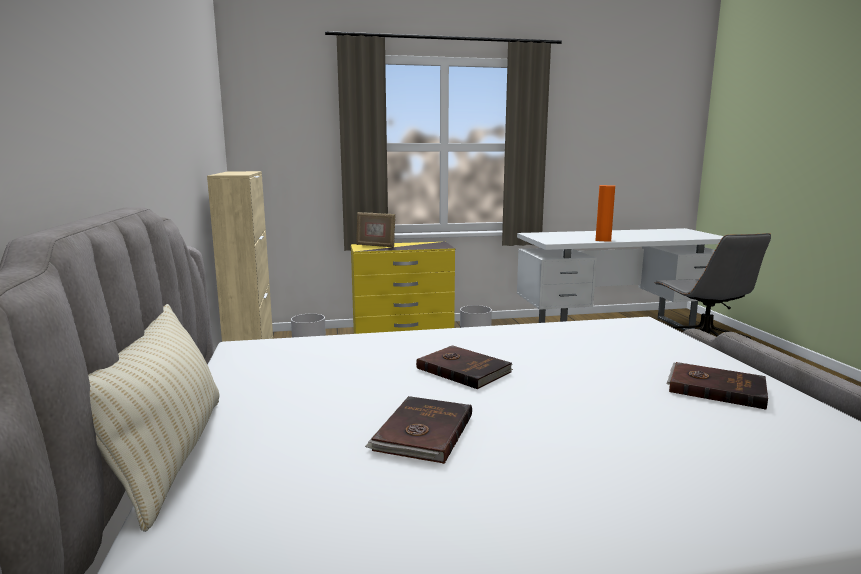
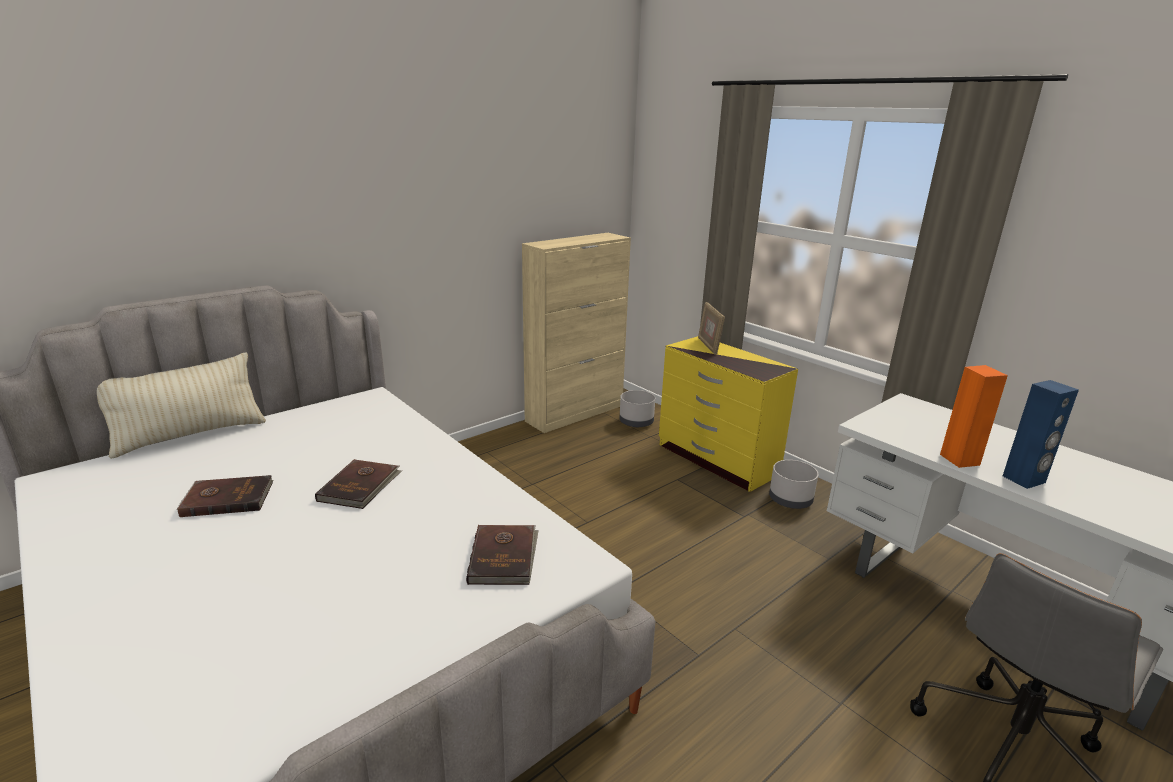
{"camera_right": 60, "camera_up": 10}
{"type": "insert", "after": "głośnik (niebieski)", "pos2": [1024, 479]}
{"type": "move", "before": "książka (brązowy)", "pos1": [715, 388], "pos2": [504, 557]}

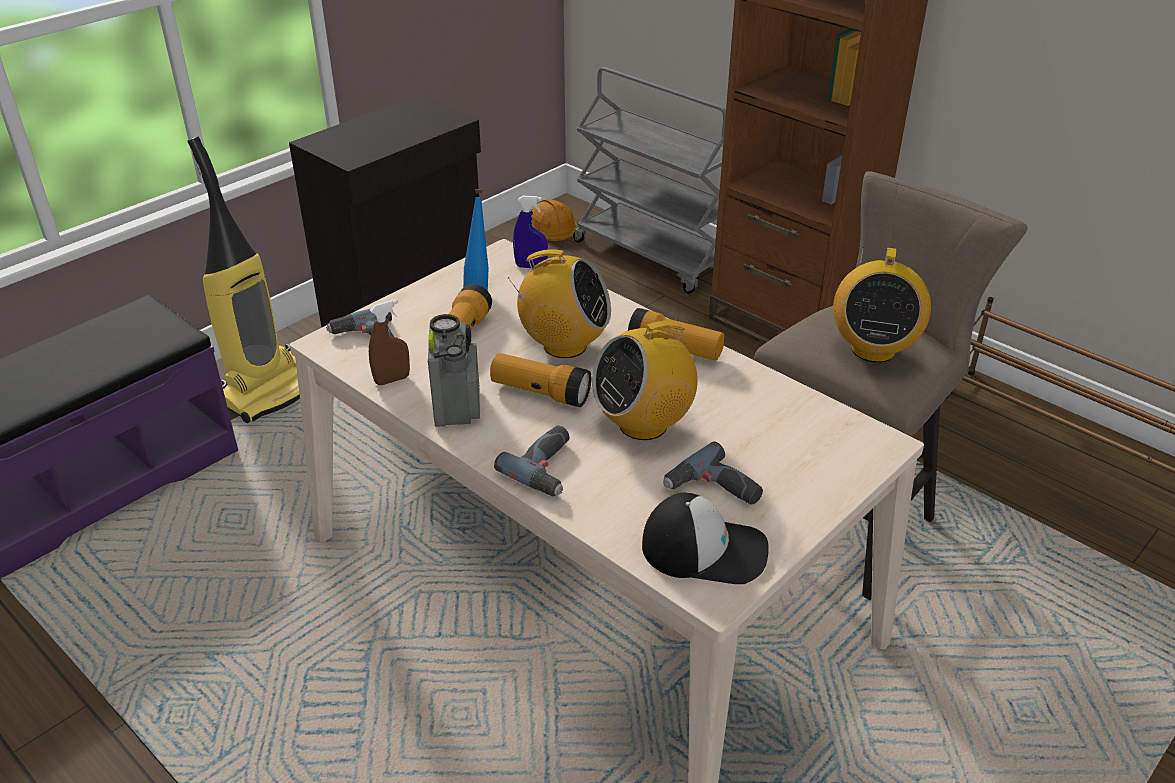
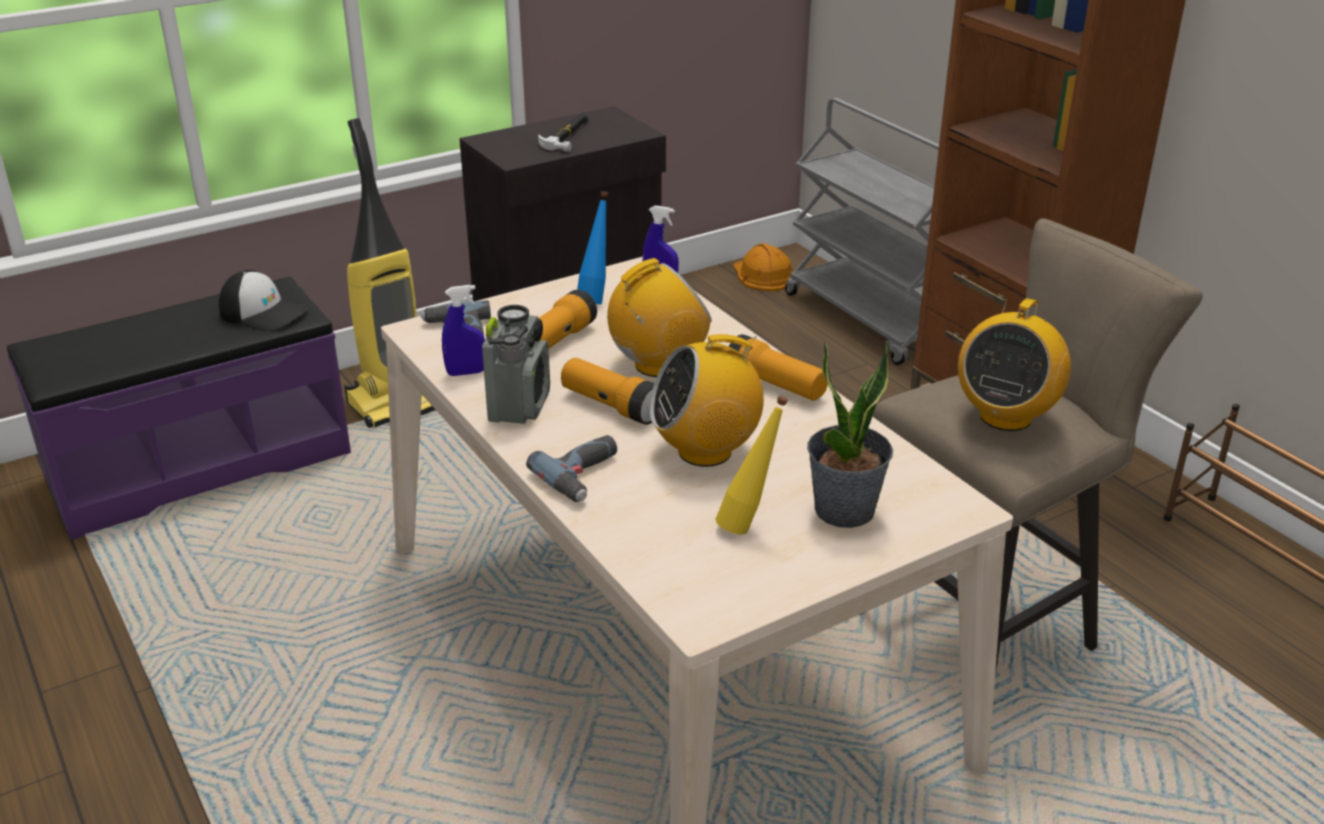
{"camera_right": 15, "camera_up": -5}
{"type": "insert", "after": "młotek", "pos2": [568, 135]}
{"type": "insert", "after": "roślina doniczkowa", "pos2": [845, 510]}
{"type": "move", "before": "czapka z daszkiem", "pos1": [705, 549], "pos2": [263, 313]}
{"type": "replace", "before": "wiertarka", "after": "butelka (żółty)", "pos1": [713, 490], "pos2": [749, 524]}
{"type": "recolor", "before": "spryskiwacz (brązowy)", "after": "spryskiwacz (niebieski)", "pos1": [392, 380], "pos2": [466, 373]}
{"type": "rotate", "before": "radio", "pos1": [564, 345], "pos2": [658, 365], "turn": -60}

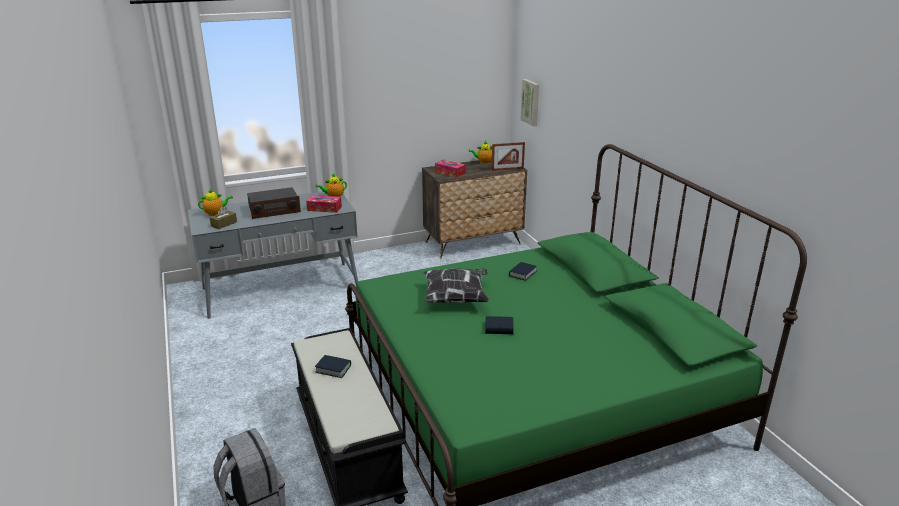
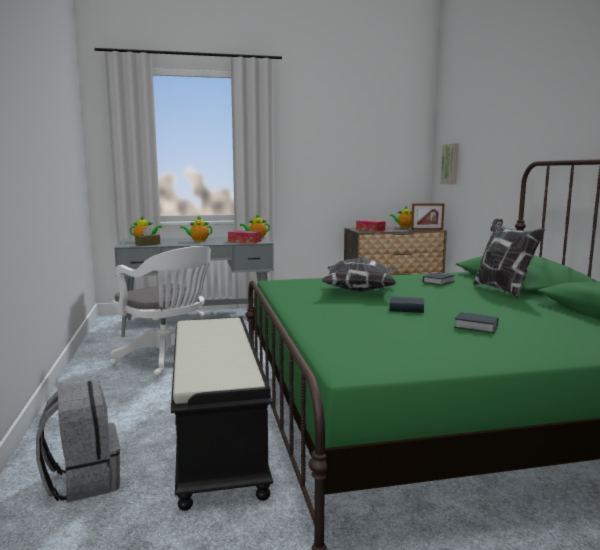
{"camera_right": 10, "camera_up": -15}
{"type": "insert", "after": "krzesło biurowe (biały)", "pos2": [168, 359]}
{"type": "insert", "after": "poduszka", "pos2": [502, 290]}
{"type": "move", "before": "książka", "pos1": [333, 369], "pos2": [475, 327]}
{"type": "replace", "before": "radio", "after": "imbryk", "pos1": [274, 210], "pos2": [198, 241]}

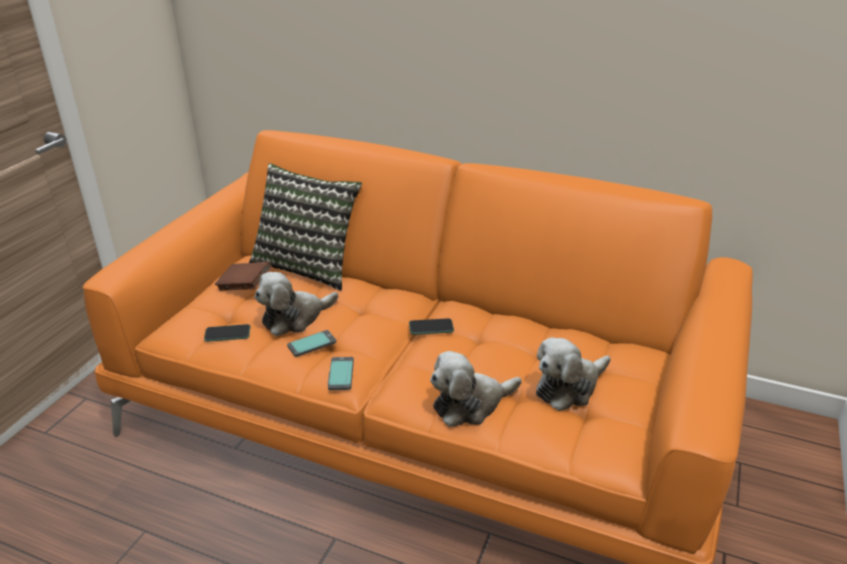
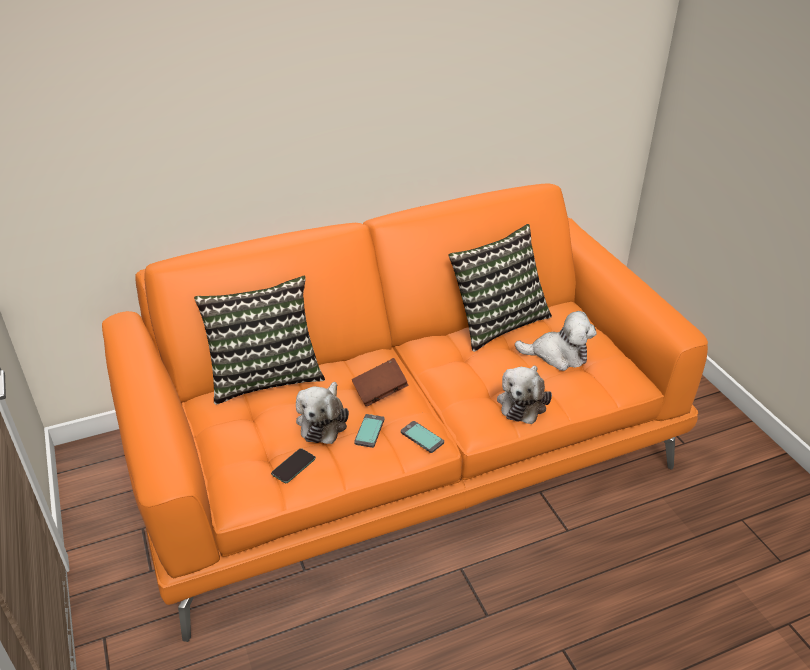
{"camera_right": -45, "camera_up": 5}
{"type": "delete", "before": "telefon", "pos1": [431, 327]}
{"type": "insert", "after": "poduszka", "pos2": [497, 322]}
{"type": "move", "before": "książka (brązowy)", "pos1": [245, 287], "pos2": [380, 392]}
{"type": "rotate", "before": "pluszak", "pos1": [569, 387], "pos2": [557, 355], "turn": -90}

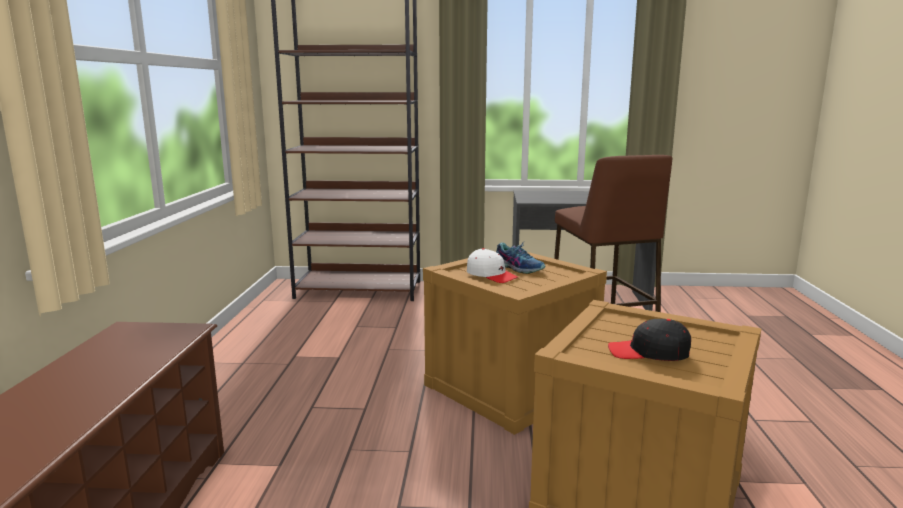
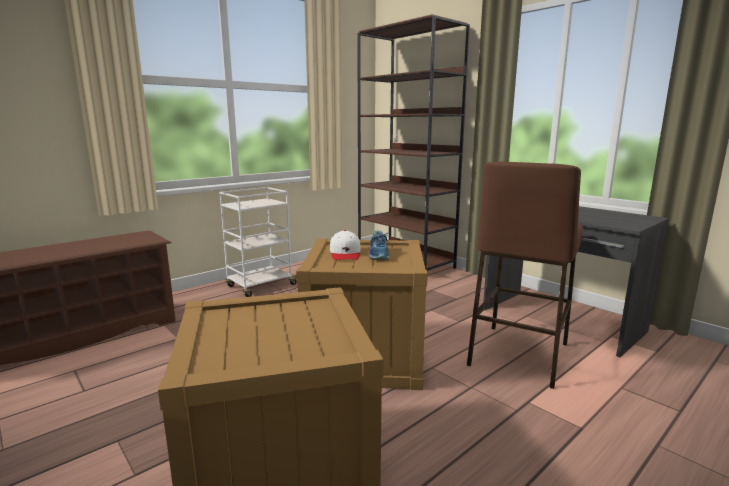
{"camera_right": 45, "camera_up": 0}
{"type": "delete", "before": "czapka z daszkiem (czarny)", "pos1": [649, 352]}
{"type": "insert", "after": "wózek (biały)", "pos2": [260, 286]}

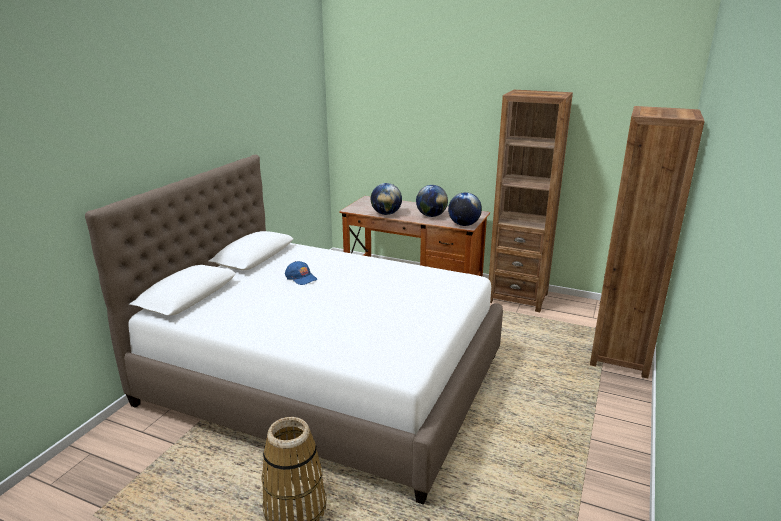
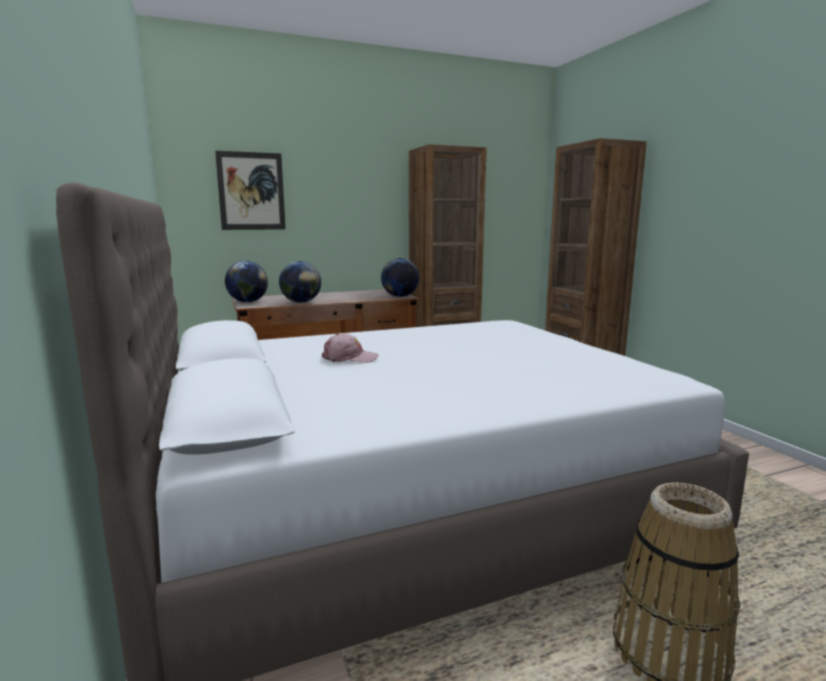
{"camera_right": -45, "camera_up": -10}
{"type": "insert", "after": "obraz", "pos2": [251, 191]}
{"type": "move", "before": "globus", "pos1": [431, 216], "pos2": [248, 302]}
{"type": "recolor", "before": "czapka z daszkiem (niebieski)", "after": "czapka z daszkiem (różowy)", "pos1": [301, 278], "pos2": [349, 358]}

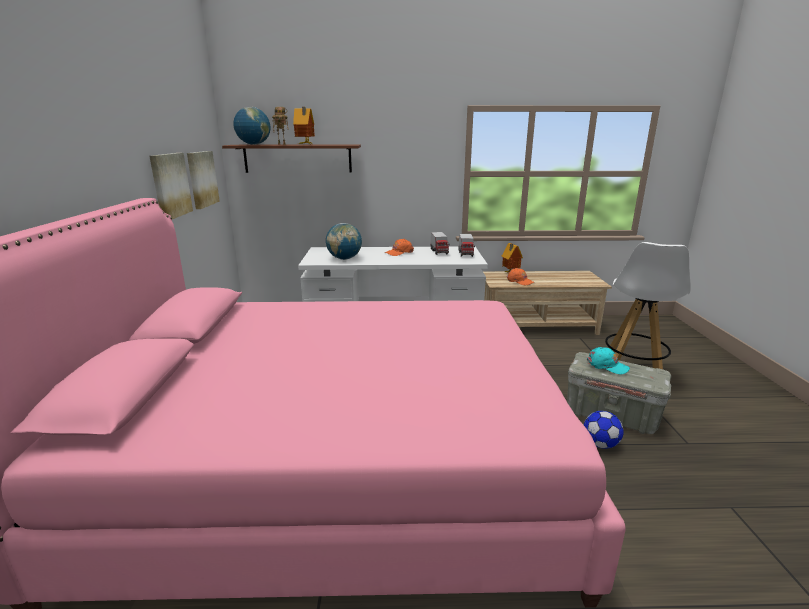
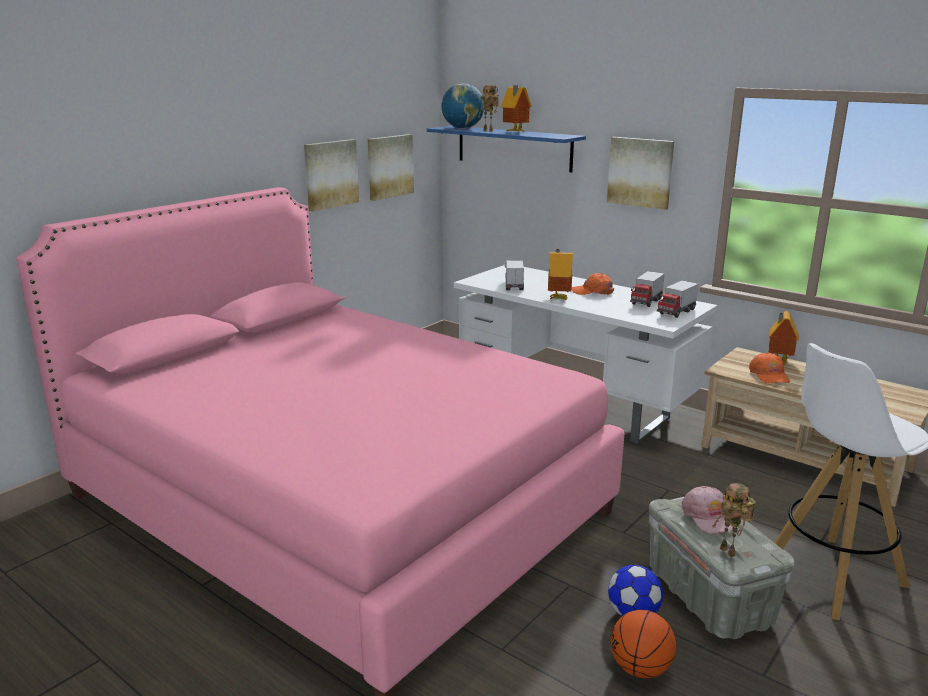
{"camera_right": 40, "camera_up": 0}
{"type": "insert", "after": "domek", "pos2": [558, 298]}
{"type": "insert", "after": "obraz", "pos2": [640, 172]}
{"type": "insert", "after": "piłka do koszykówki", "pos2": [640, 669]}
{"type": "insert", "after": "robot zabawkowy", "pos2": [729, 552]}
{"type": "replace", "before": "globus", "after": "ciężarówka zabawkowa", "pos1": [344, 259], "pos2": [514, 285]}
{"type": "recolor", "before": "półka (brązowy)", "after": "półka (niebieski)", "pos1": [297, 158], "pos2": [513, 148]}
{"type": "recolor", "before": "czapka z daszkiem (turkusowy)", "after": "czapka z daszkiem (różowy)", "pos1": [607, 365], "pos2": [708, 517]}

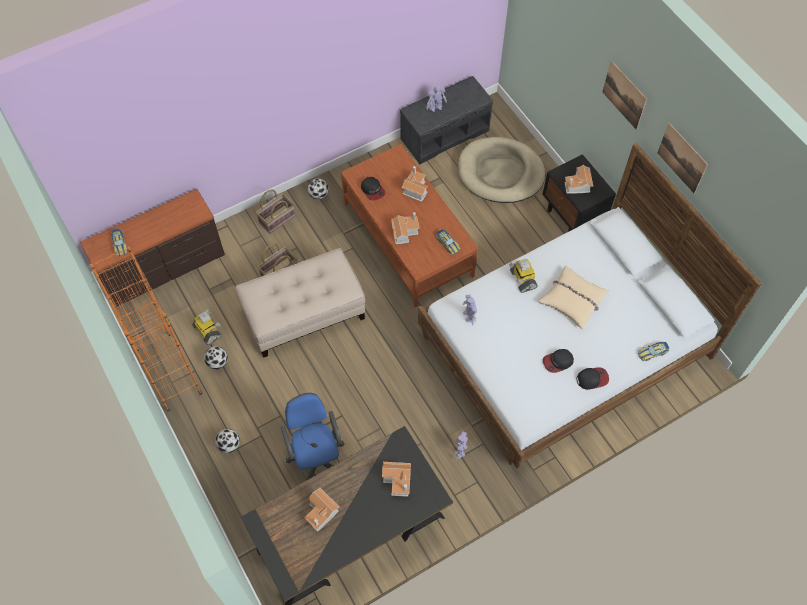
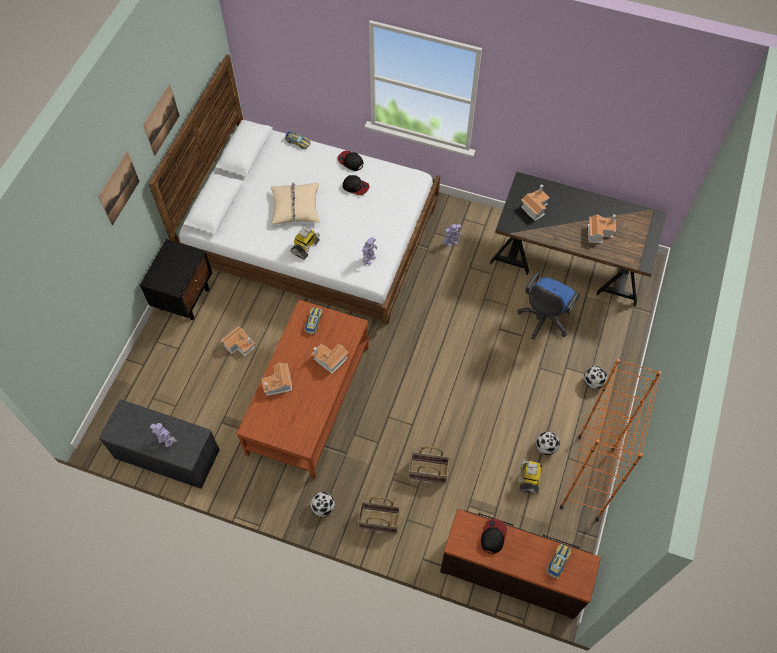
{"camera_right": -130, "camera_up": 0}
{"type": "delete", "before": "pufa (beżowy)", "pos1": [304, 313]}
{"type": "delete", "before": "legowisko (beżowy)", "pos1": [500, 173]}
{"type": "move", "before": "czapka z daszkiem", "pos1": [373, 190], "pos2": [493, 536]}
{"type": "move", "before": "domek", "pos1": [578, 186], "pos2": [240, 345]}

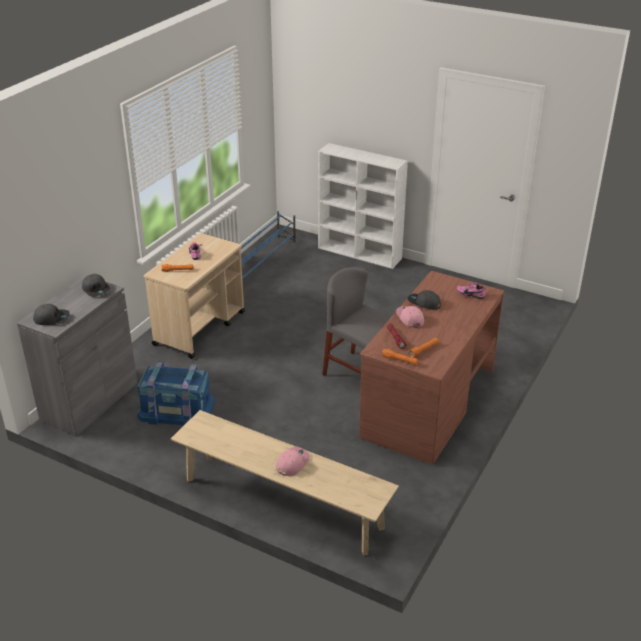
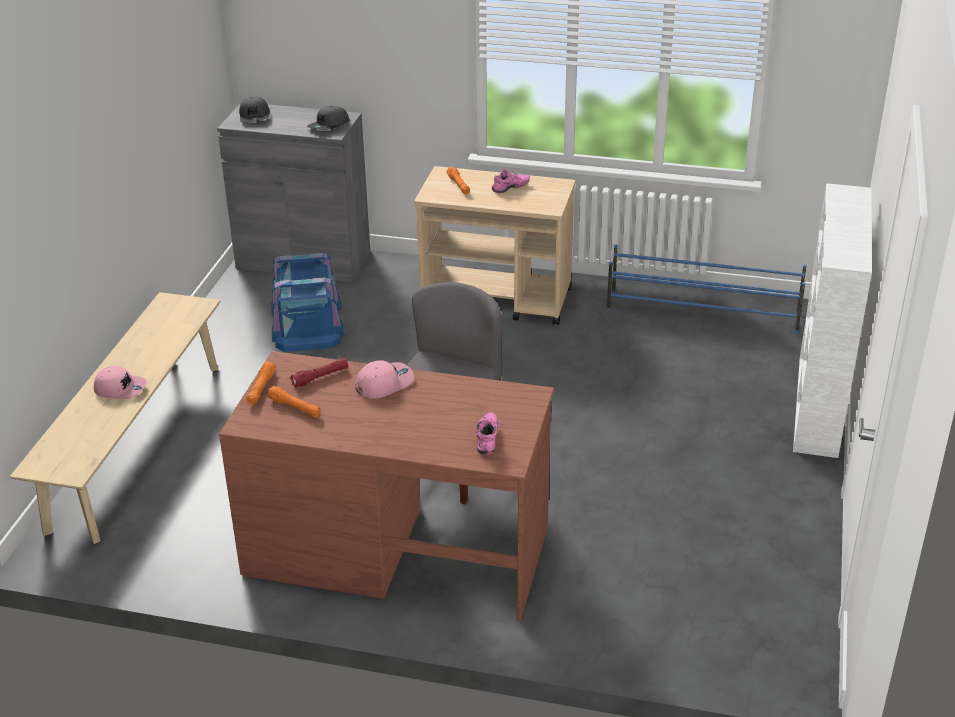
{"camera_right": 75, "camera_up": 0}
{"type": "delete", "before": "czapka z daszkiem (szary)", "pos1": [424, 303]}

